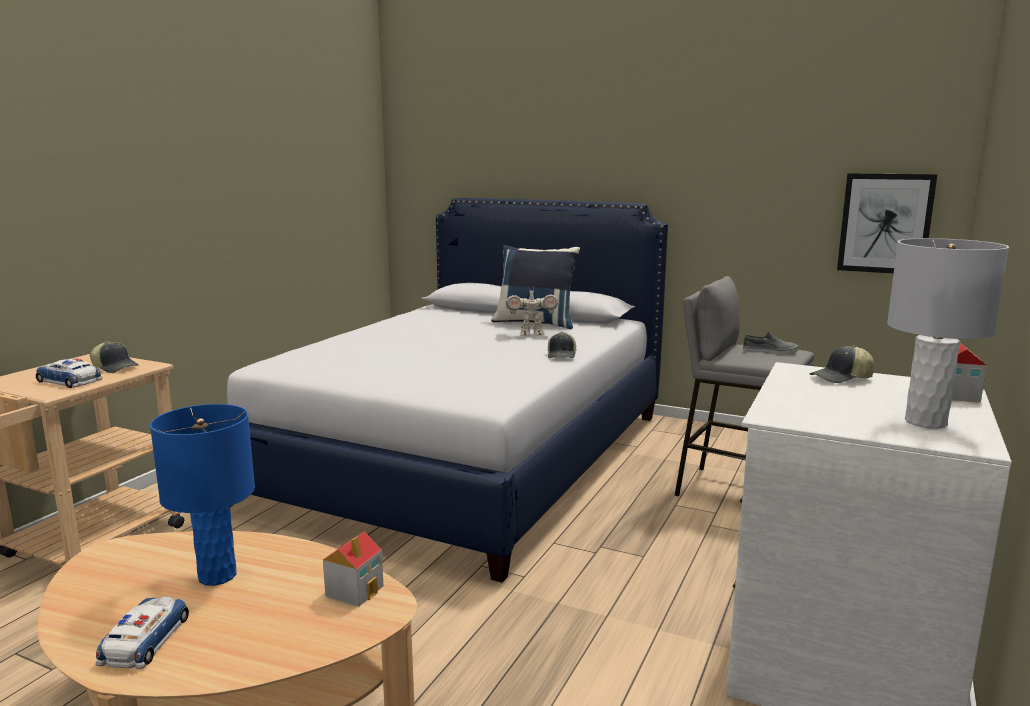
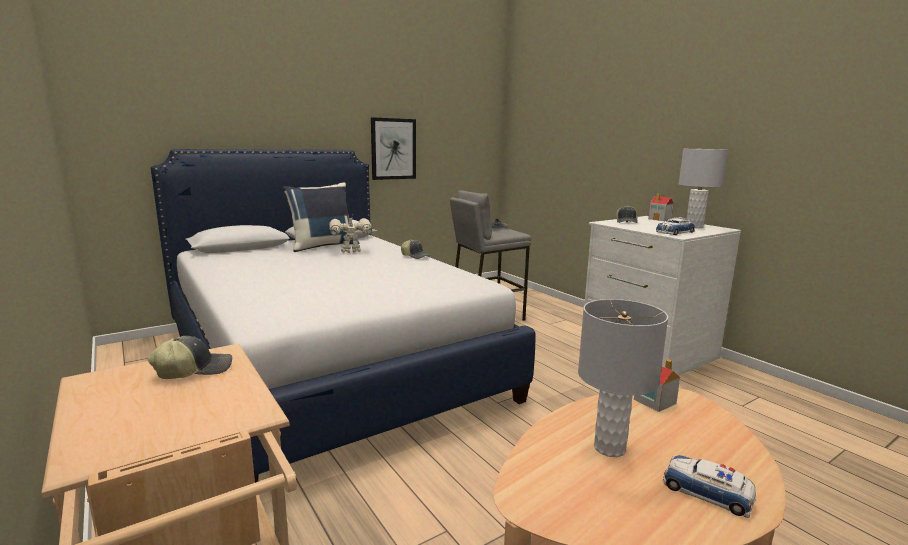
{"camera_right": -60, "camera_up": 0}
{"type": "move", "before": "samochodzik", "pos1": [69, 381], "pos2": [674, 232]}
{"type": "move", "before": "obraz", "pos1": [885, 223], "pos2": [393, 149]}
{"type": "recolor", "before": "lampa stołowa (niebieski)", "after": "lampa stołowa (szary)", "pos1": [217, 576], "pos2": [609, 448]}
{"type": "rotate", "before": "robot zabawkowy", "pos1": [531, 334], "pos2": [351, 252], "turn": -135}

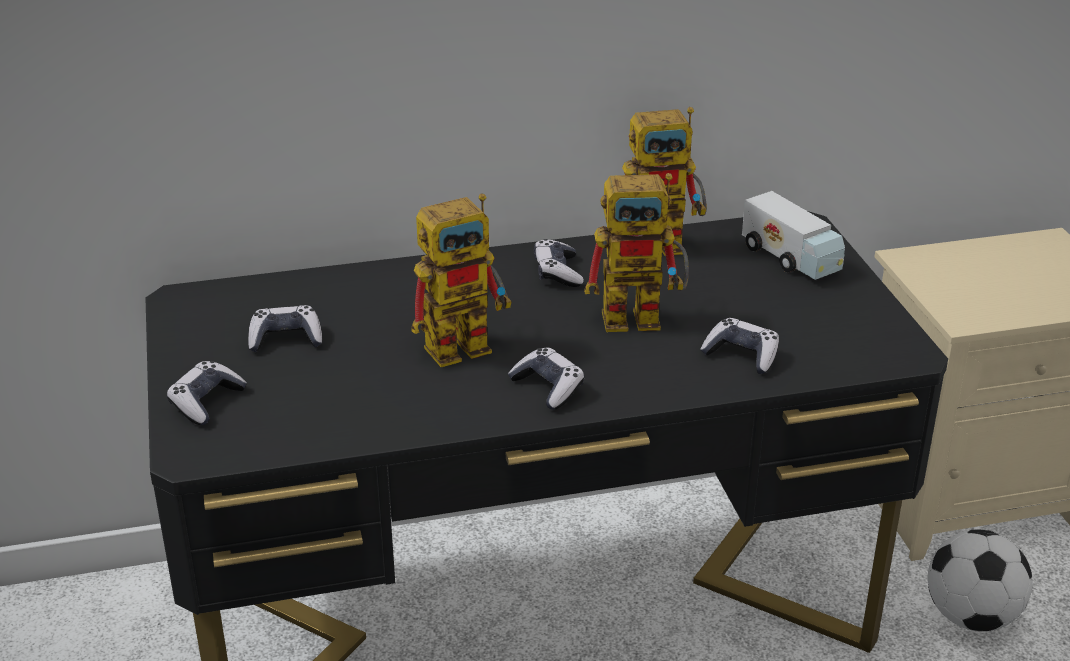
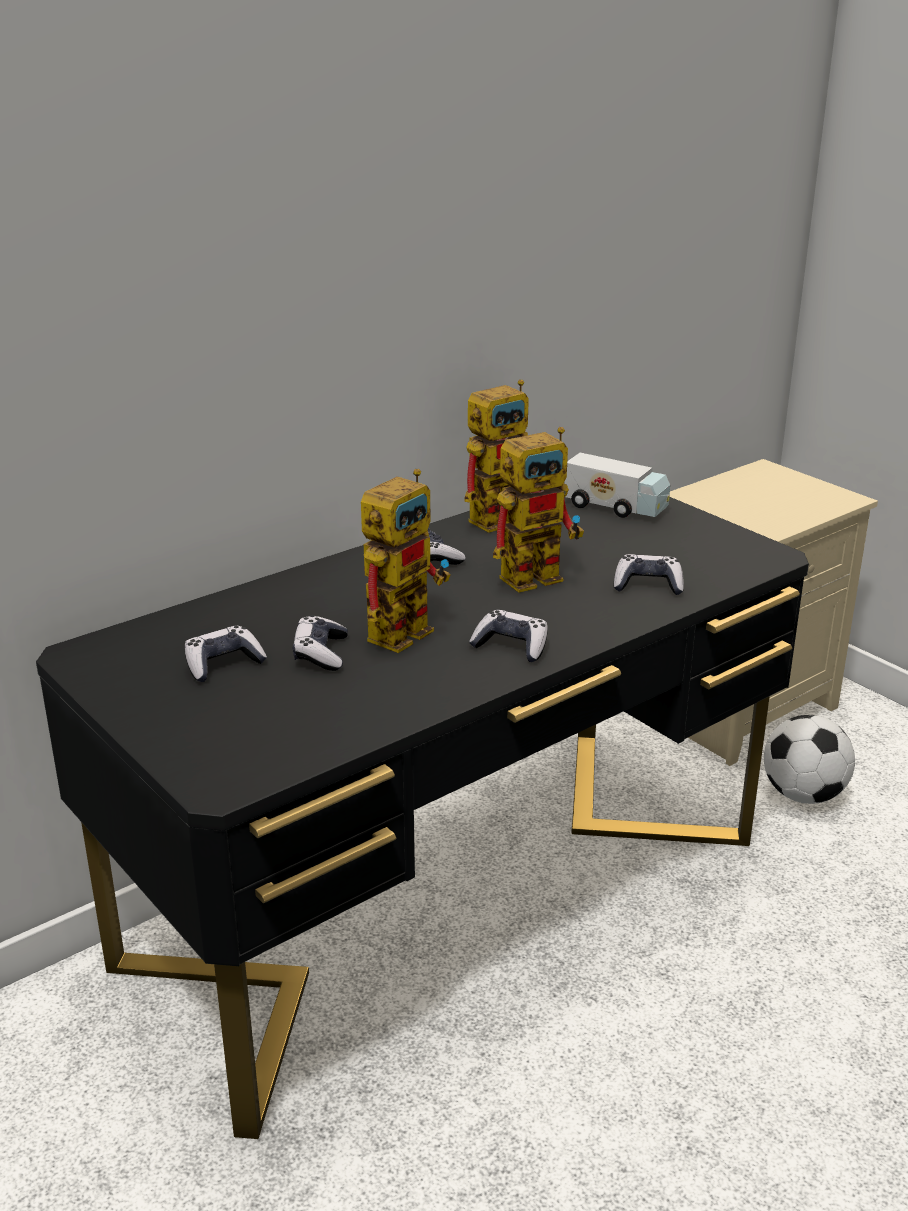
{"camera_right": -25, "camera_up": -5}
{"type": "move", "before": "pad do gier", "pos1": [206, 402], "pos2": [320, 653]}

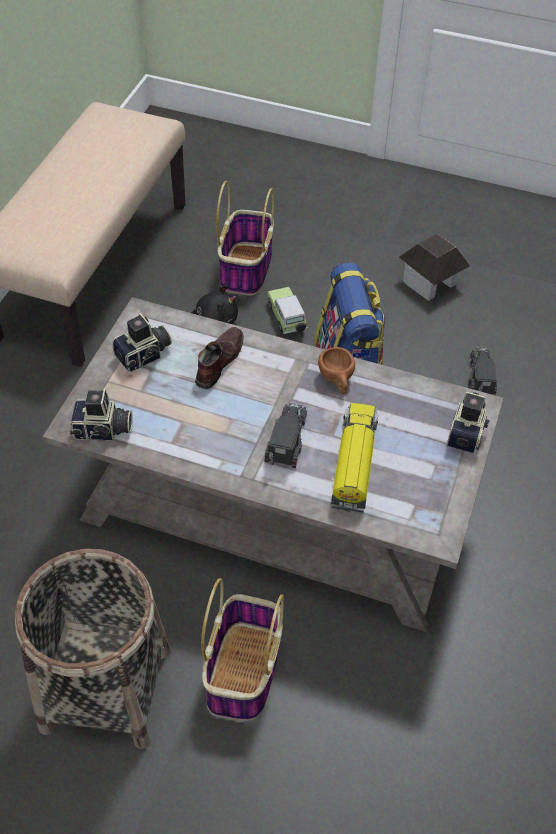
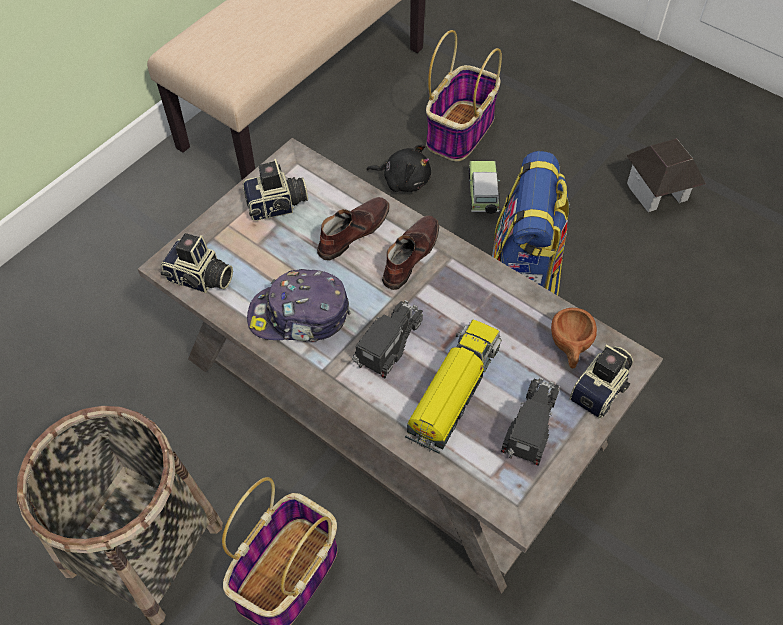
{"camera_right": 20, "camera_up": 5}
{"type": "insert", "after": "czapka z daszkiem", "pos2": [299, 316]}
{"type": "insert", "after": "but (brązowy)", "pos2": [409, 256]}
{"type": "move", "before": "filiżanka (brązowy)", "pos1": [337, 380], "pos2": [570, 348]}
{"type": "move", "before": "ciężarówka zabawkowa", "pos1": [480, 380], "pos2": [530, 429]}

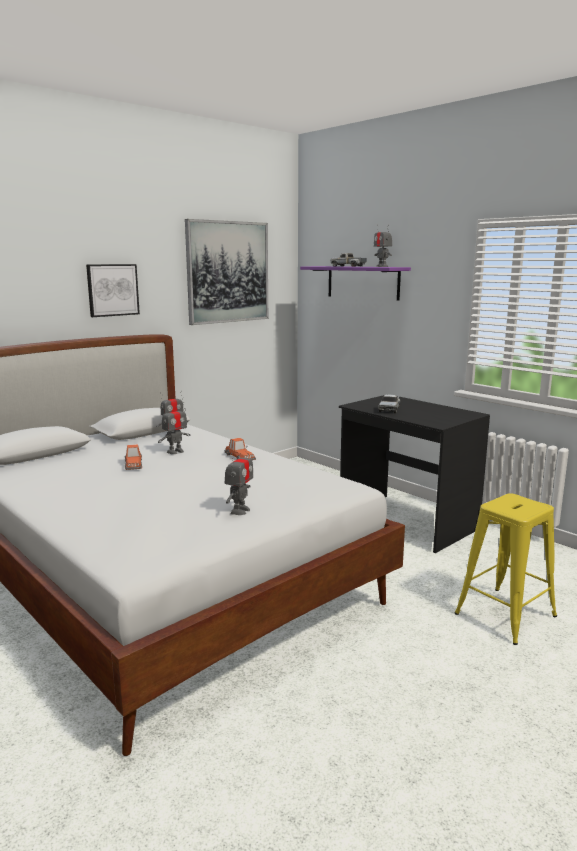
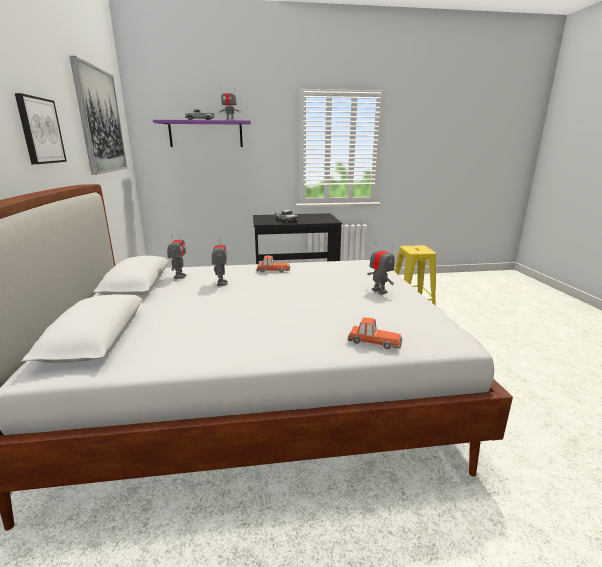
{"camera_right": -55, "camera_up": 5}
{"type": "move", "before": "samochodzik", "pos1": [133, 464], "pos2": [373, 341]}

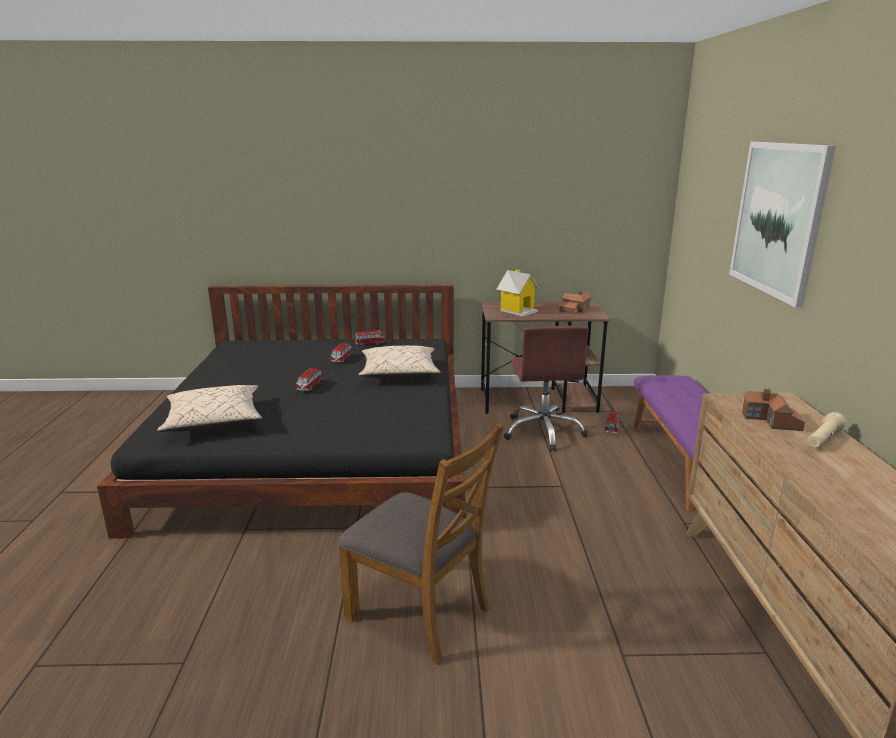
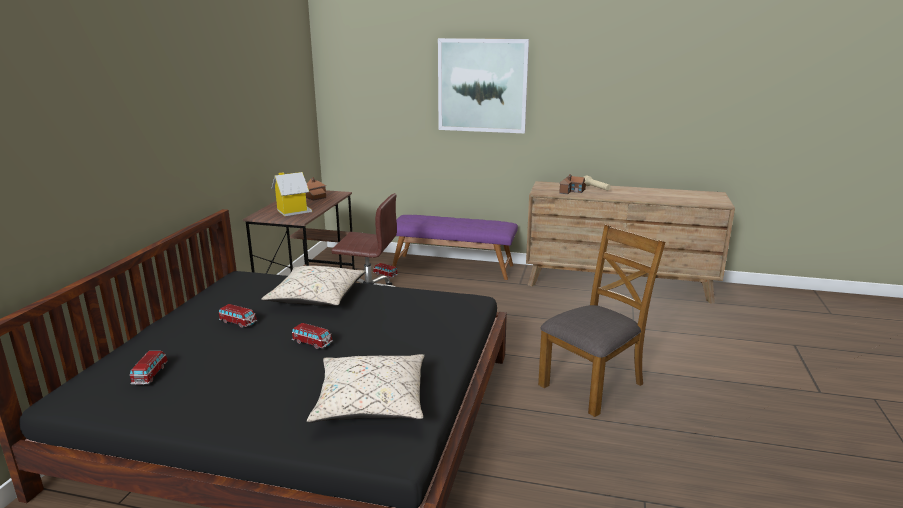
{"camera_right": -75, "camera_up": 0}
{"type": "move", "before": "samochodzik", "pos1": [369, 343], "pos2": [150, 375]}

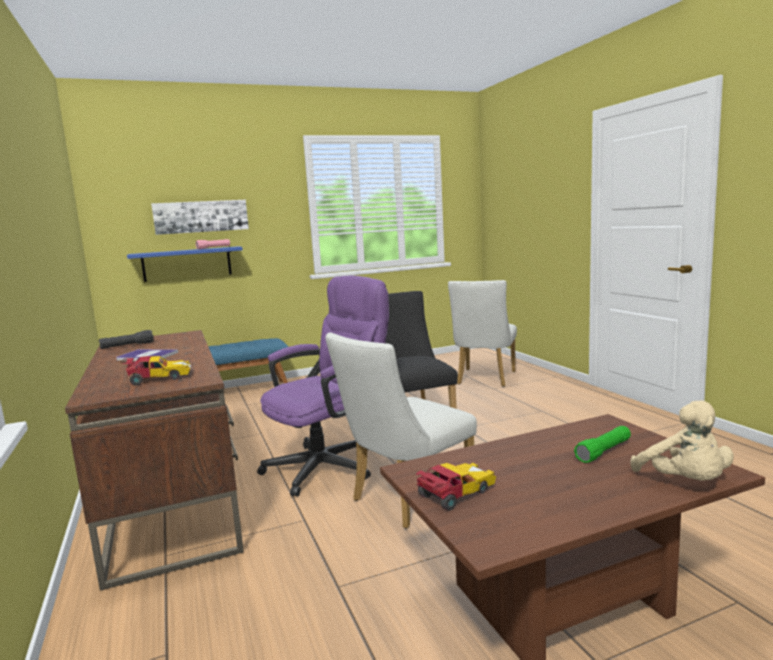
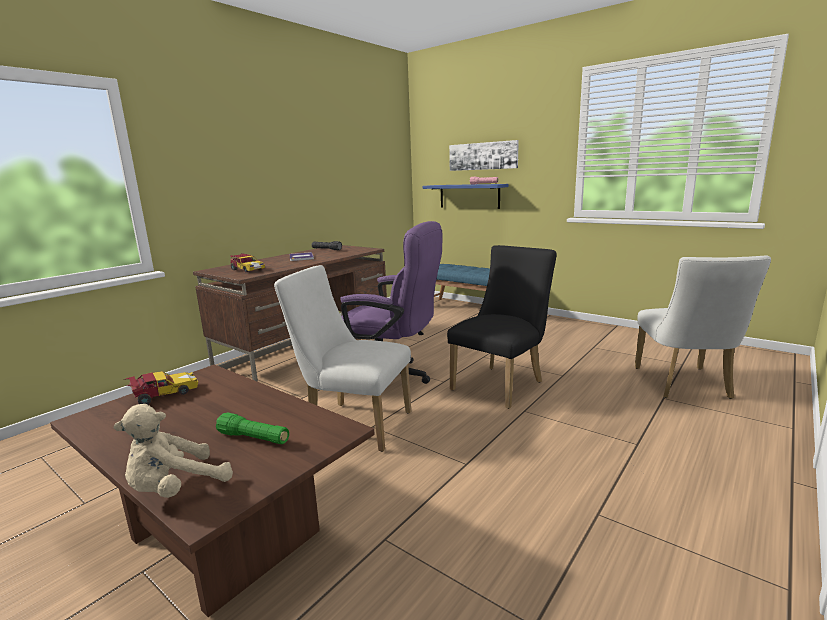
{"camera_right": 60, "camera_up": 5}
{"type": "rotate", "before": "samochodzik", "pos1": [455, 494], "pos2": [164, 394], "turn": -60}
{"type": "rotate", "before": "krzesło (biały)", "pos1": [484, 379], "pos2": [685, 385], "turn": -75}

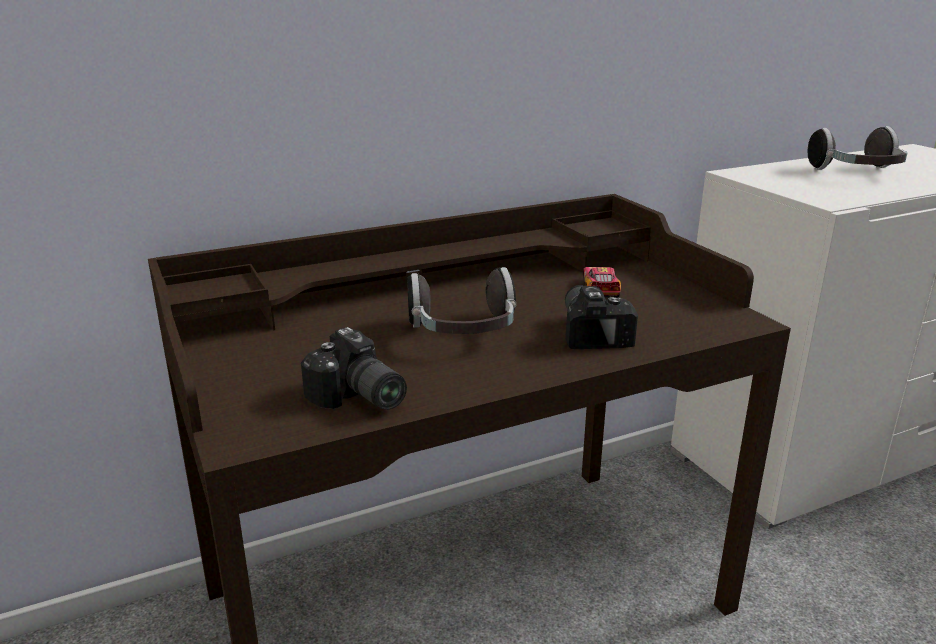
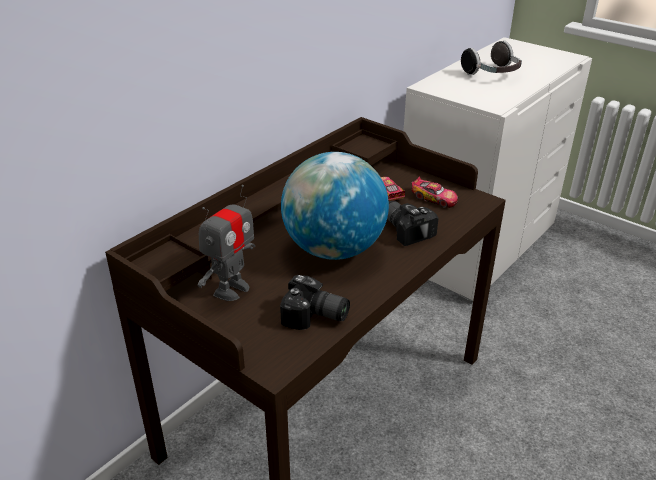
{"camera_right": -25, "camera_up": 10}
{"type": "insert", "after": "robot zabawkowy", "pos2": [231, 289]}
{"type": "insert", "after": "samochodzik", "pos2": [434, 199]}
{"type": "replace", "before": "słuchawki", "after": "globus", "pos1": [464, 332], "pos2": [334, 249]}

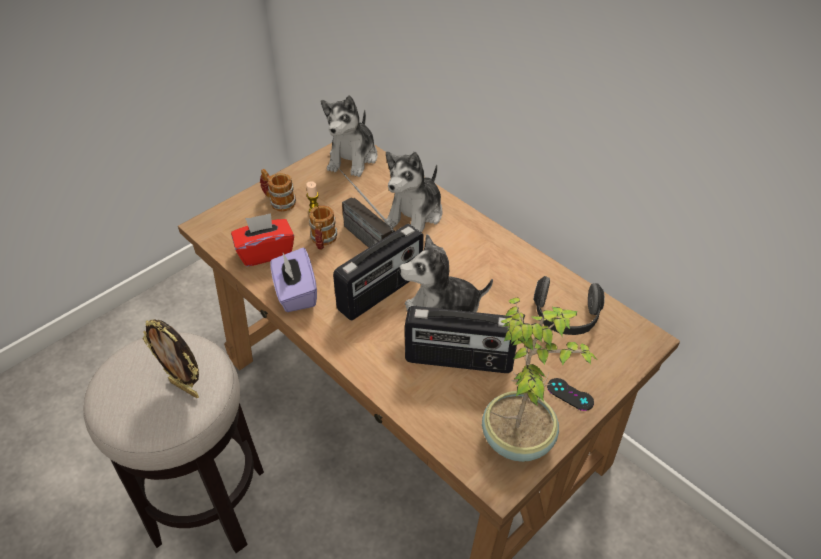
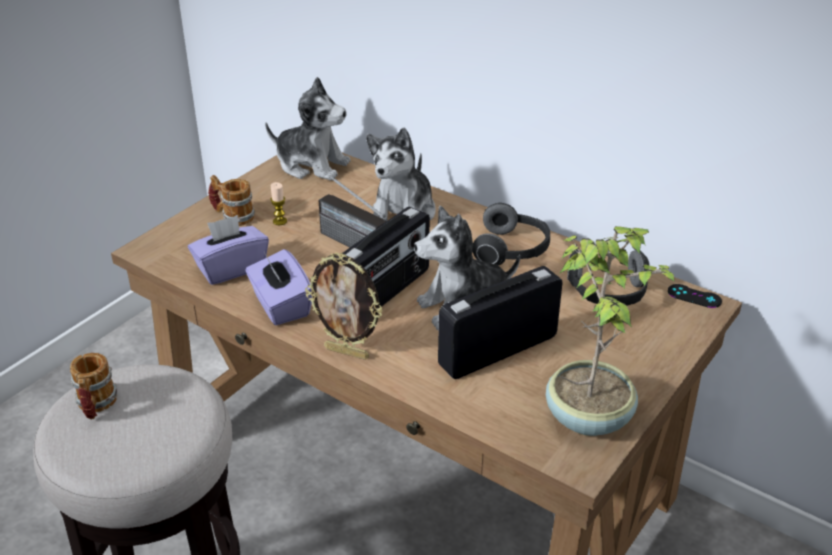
{"camera_right": -10, "camera_up": -10}
{"type": "insert", "after": "słuchawki", "pos2": [512, 251]}
{"type": "move", "before": "ramka na zdjęcie", "pos1": [185, 388], "pos2": [347, 352]}
{"type": "move", "before": "kubek", "pos1": [323, 241], "pos2": [96, 406]}
{"type": "move", "before": "pad do gier (czarny)", "pos1": [570, 394], "pos2": [694, 296]}
{"type": "recolor", "before": "pudełko chusteczek (czerwony)", "after": "pudełko chusteczek (fioletowy)", "pos1": [265, 252], "pos2": [231, 268]}
{"type": "rotate", "before": "pluszak", "pos1": [353, 158], "pos2": [312, 165], "turn": -75}
{"type": "rotate", "before": "radio", "pos1": [459, 360], "pos2": [497, 350], "turn": 150}

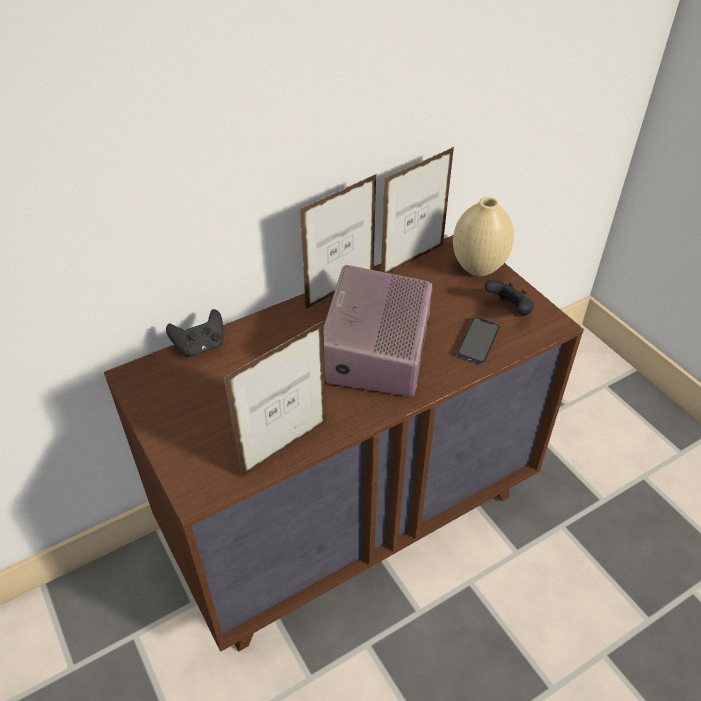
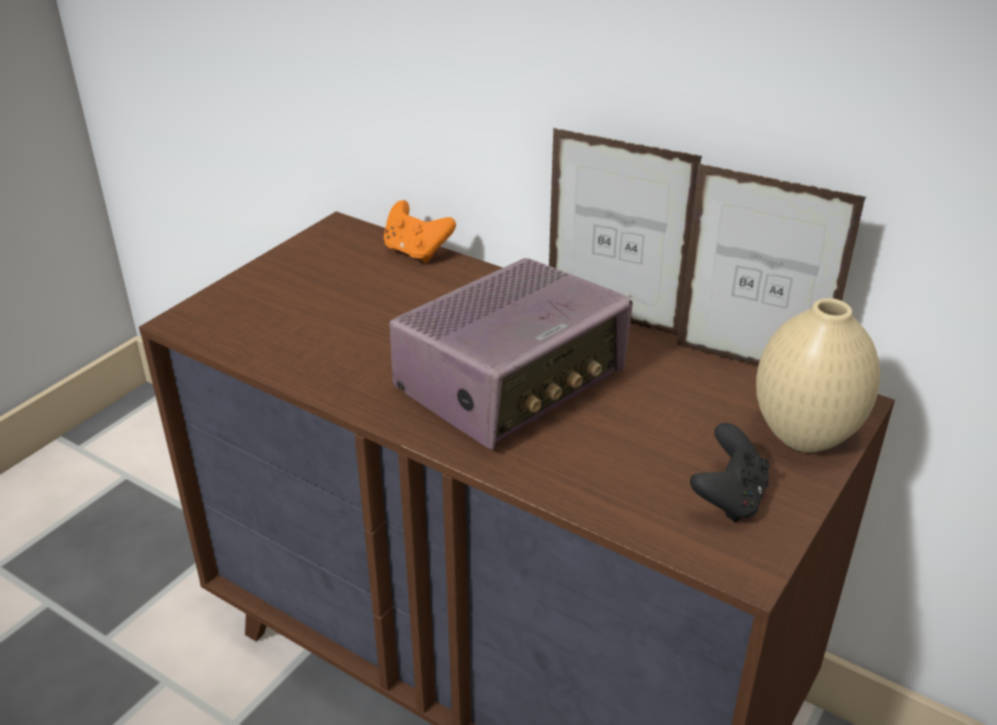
{"camera_right": 65, "camera_up": -10}
{"type": "delete", "before": "ramka na zdjęcie", "pos1": [285, 448]}
{"type": "delete", "before": "telefon", "pos1": [478, 341]}
{"type": "recolor", "before": "pad do gier (czarny)", "after": "pad do gier (pomarańczowy)", "pos1": [200, 346], "pos2": [416, 252]}
{"type": "rotate", "before": "radio", "pos1": [376, 351], "pos2": [512, 383], "turn": 150}

